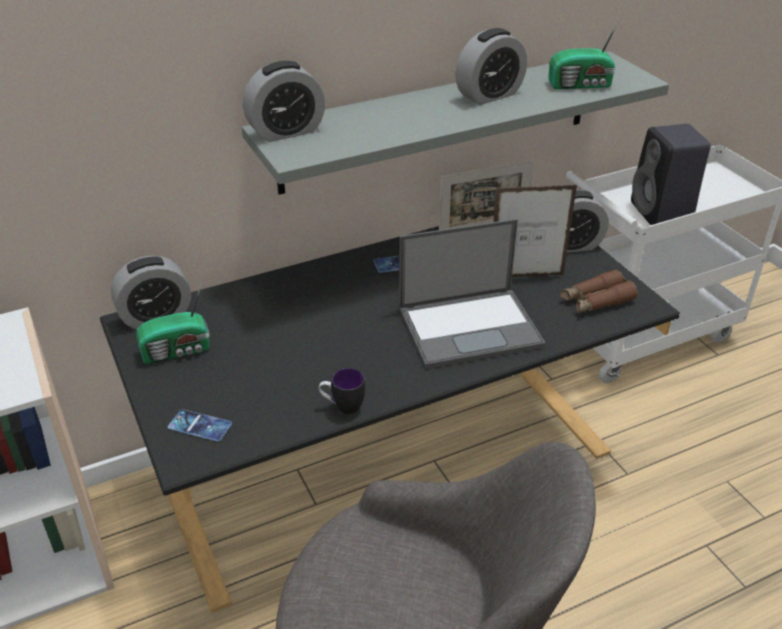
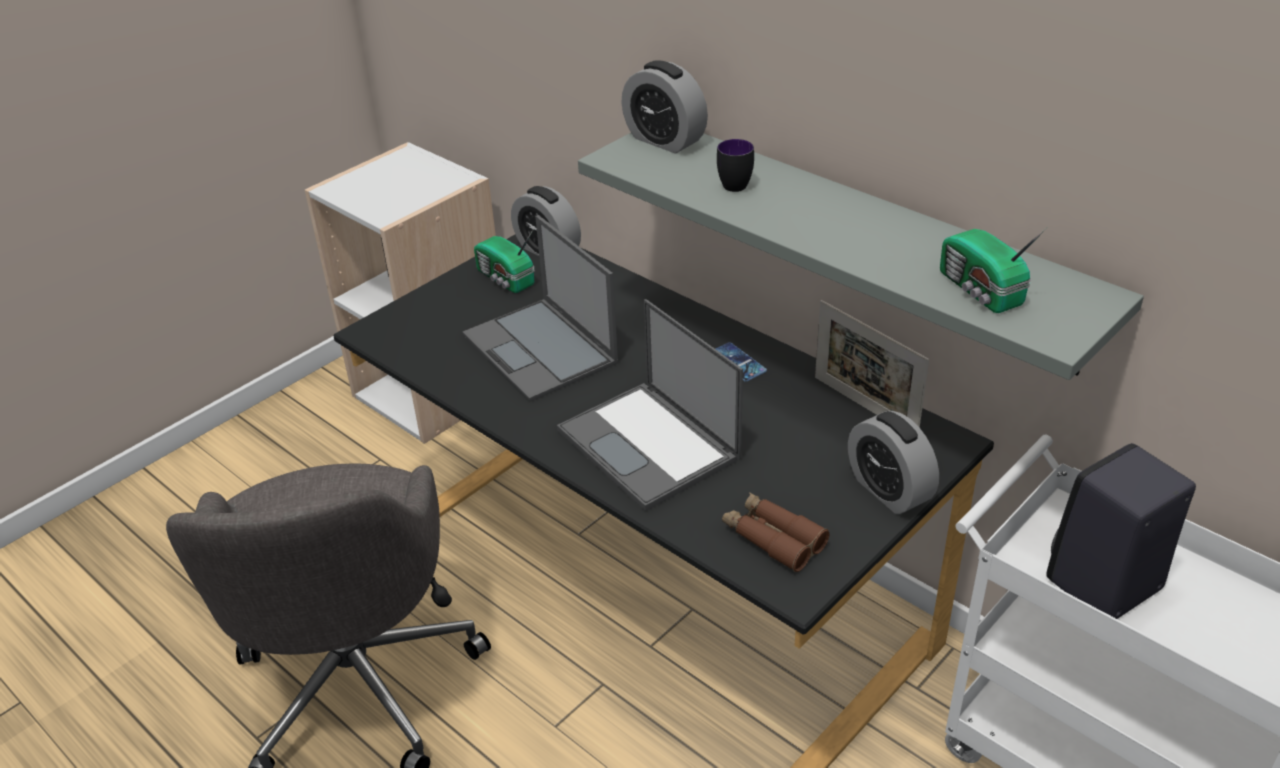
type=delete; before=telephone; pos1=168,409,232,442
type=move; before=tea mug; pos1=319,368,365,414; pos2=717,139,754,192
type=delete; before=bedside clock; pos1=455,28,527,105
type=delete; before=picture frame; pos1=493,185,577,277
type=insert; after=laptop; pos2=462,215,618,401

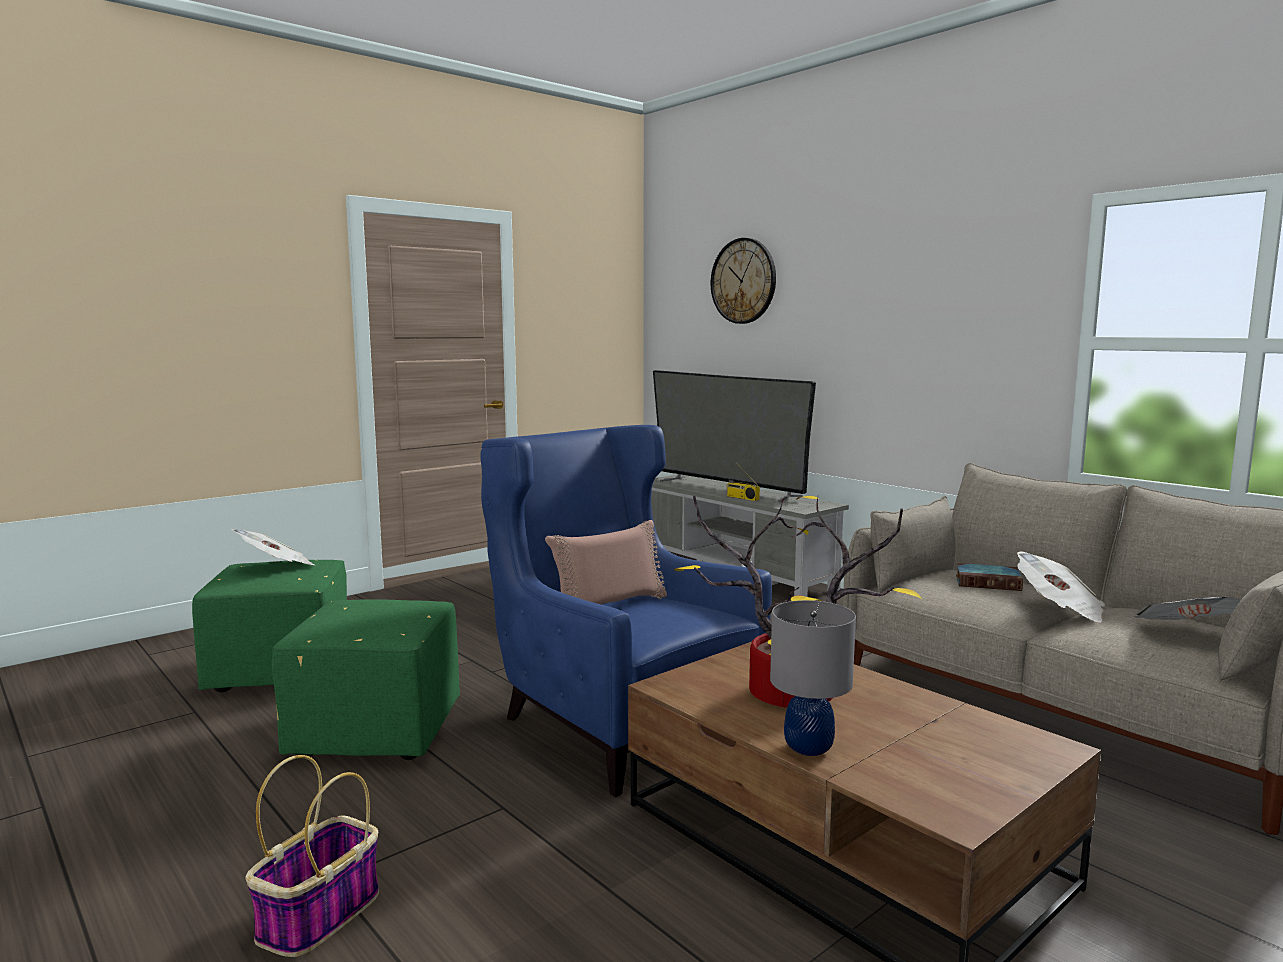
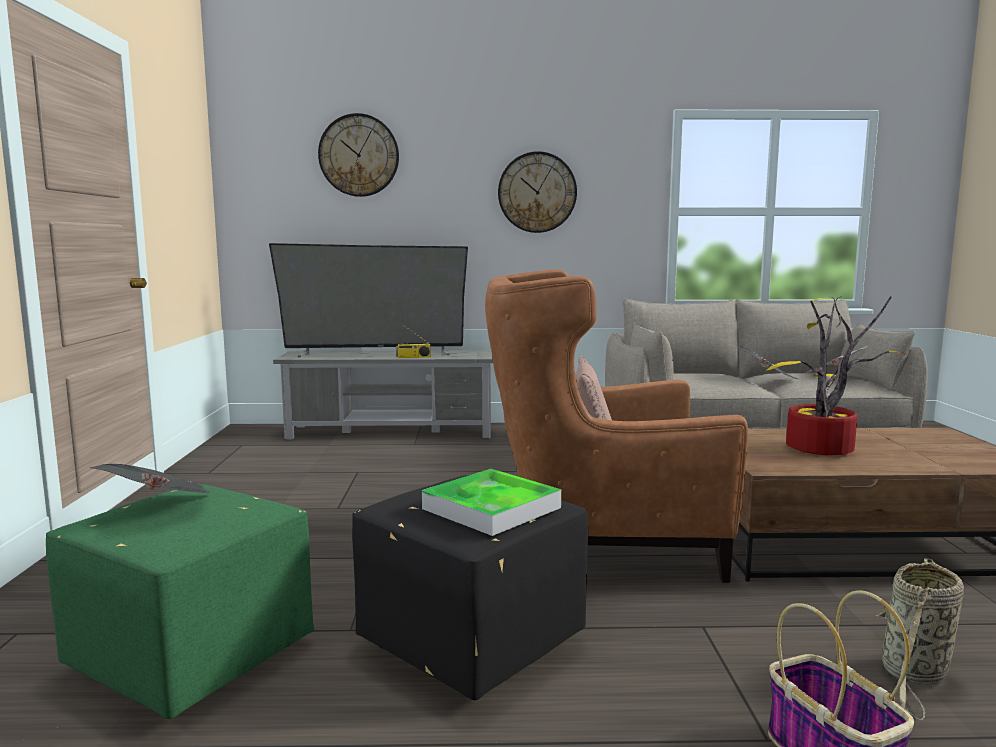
type=recolor; before=green-coloured pouffe; after=blackish pouffe; pos1=272,599,460,760; pos2=352,475,588,700
type=recolor; before=blue armchair; after=brown armchair; pos1=480,425,772,797; pos2=485,269,748,583
type=delete; before=grey table lamp; pos1=770,600,856,756
type=delete; before=book; pos1=956,563,1023,591
type=insert; after=serving tray; pos2=422,469,561,536
type=insert; after=clock on the wall; pos2=498,151,577,233
type=insert; after=household basket; pos2=875,558,964,720

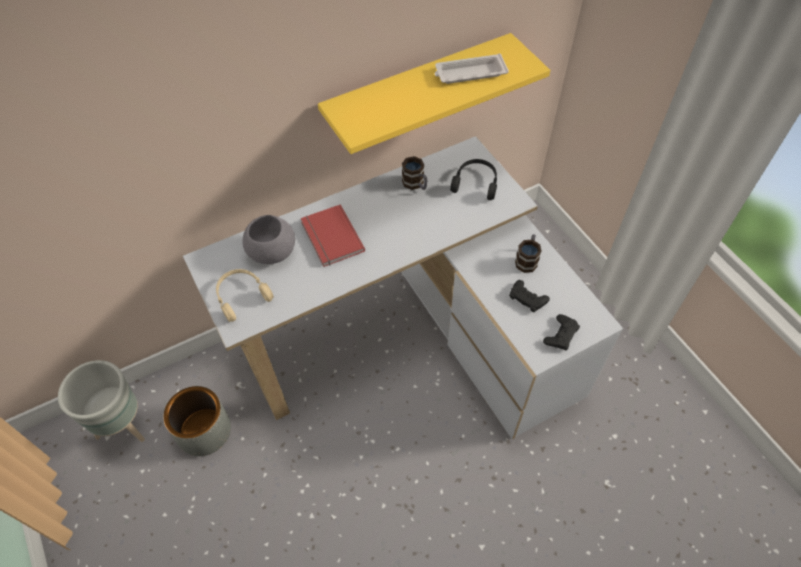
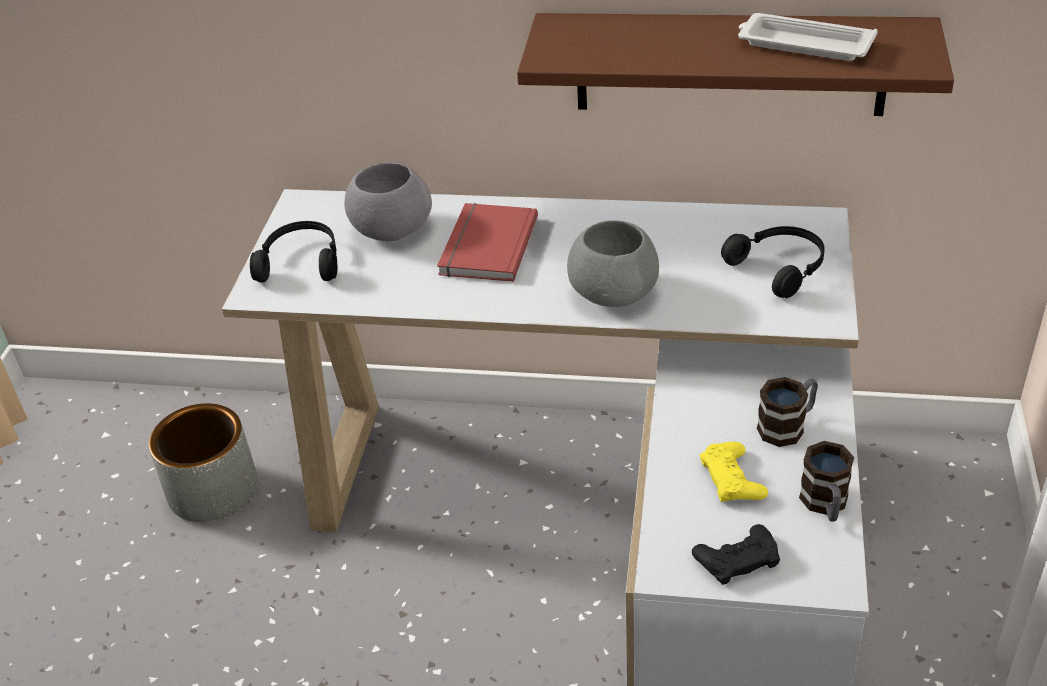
type=delete; before=grey planter; pos1=58,360,145,442
type=recolor; before=beige headset; after=blackish headset; pos1=216,269,274,322; pos2=250,221,337,282
type=recolor; before=yellowish wall shelf; after=brown wall shelf; pos1=318,33,550,154; pos2=517,13,954,116
type=move; before=tea mug; pos1=402,156,427,190; pos2=799,441,854,522
type=recolor; before=blackish joypad; after=yellowish joypad; pos1=509,280,550,312; pos2=700,442,768,502
type=insert; after=grey bowl; pos2=567,220,659,307

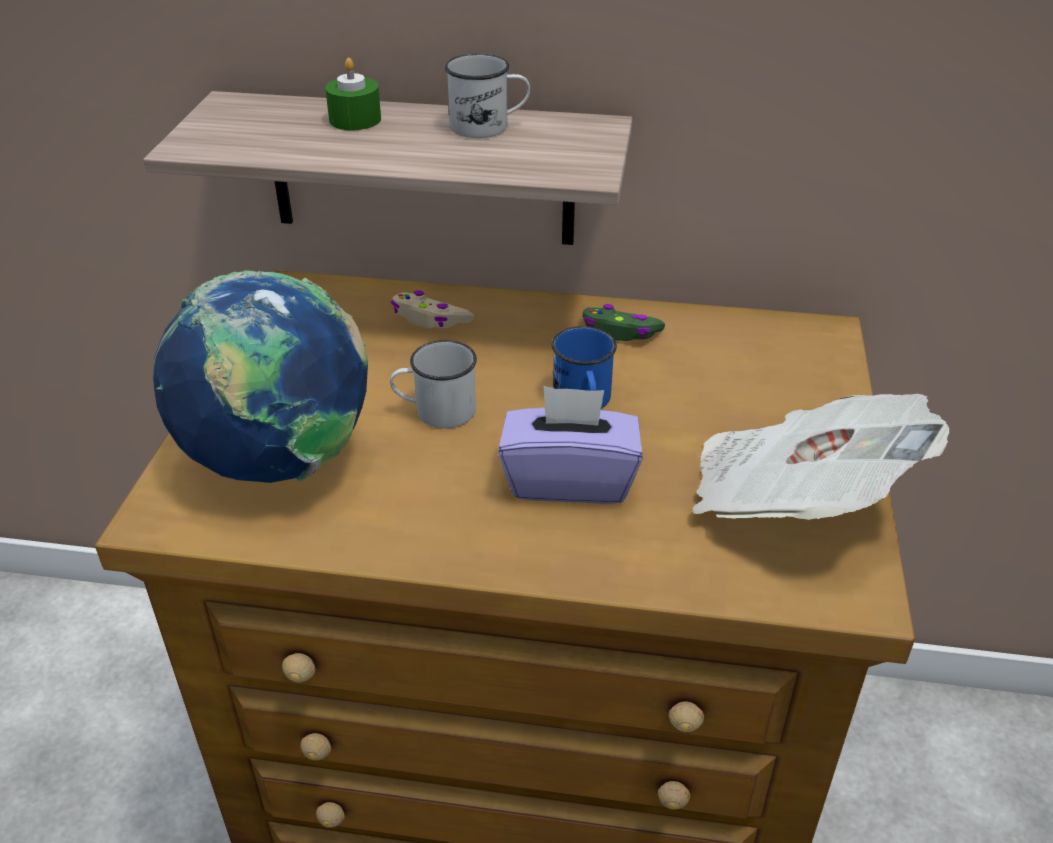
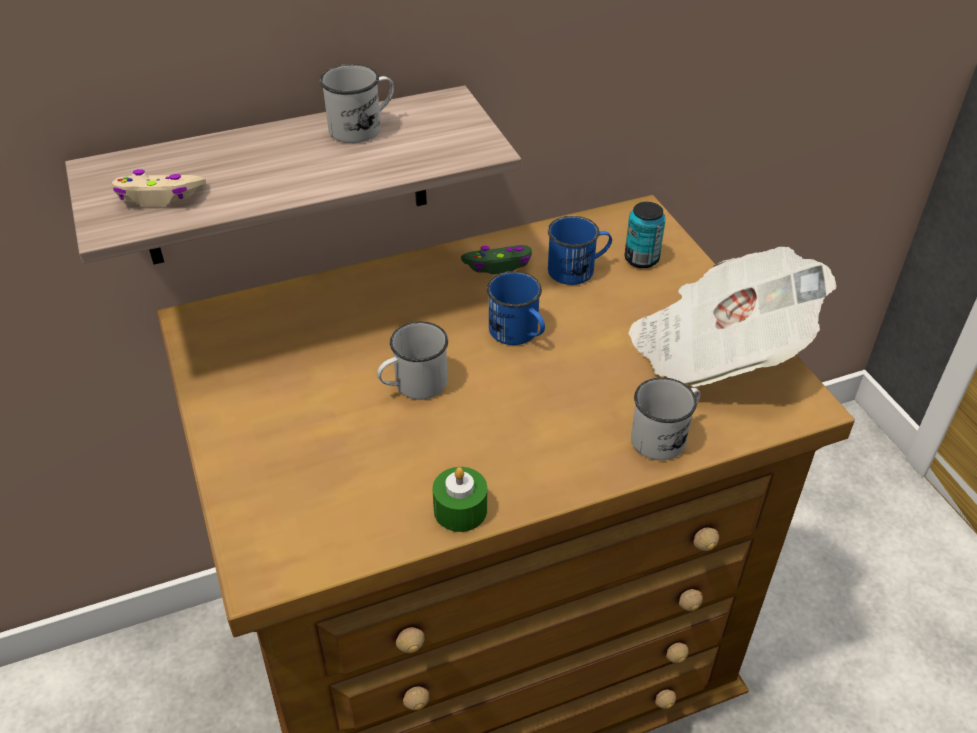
type=delete; before=world globe; pos1=153,270,368,483
type=move; before=green-coloured wax light; pos1=325,58,381,130; pos2=433,467,487,532
type=move; before=beige joypad; pos1=391,290,474,328; pos2=112,169,206,206
type=delete; before=purple tissue box; pos1=498,386,643,504
type=insert; after=blue tea mug; pos2=548,216,612,285
type=insert; after=sealed can; pos2=625,202,665,268
type=insert; after=white-coloured tea mug; pos2=631,377,701,460

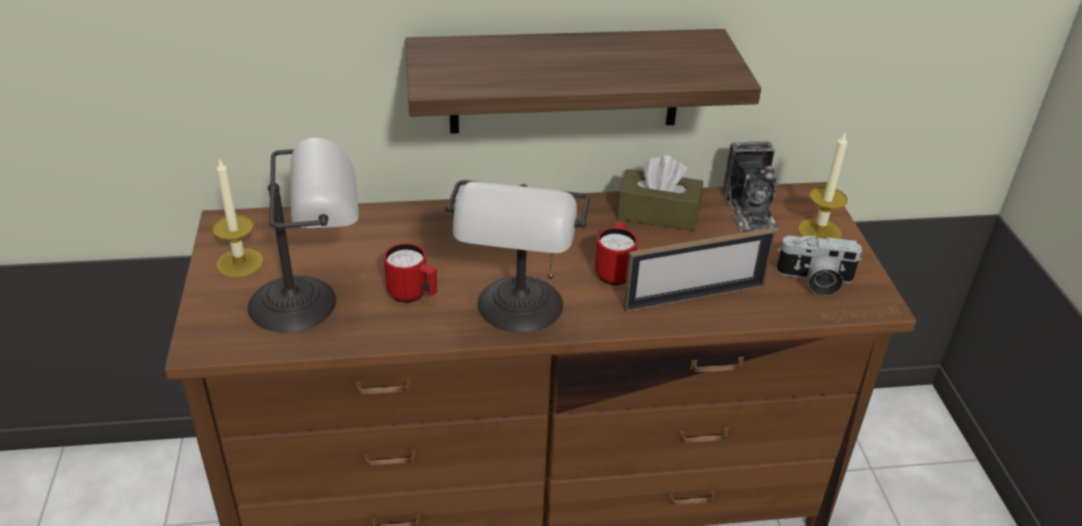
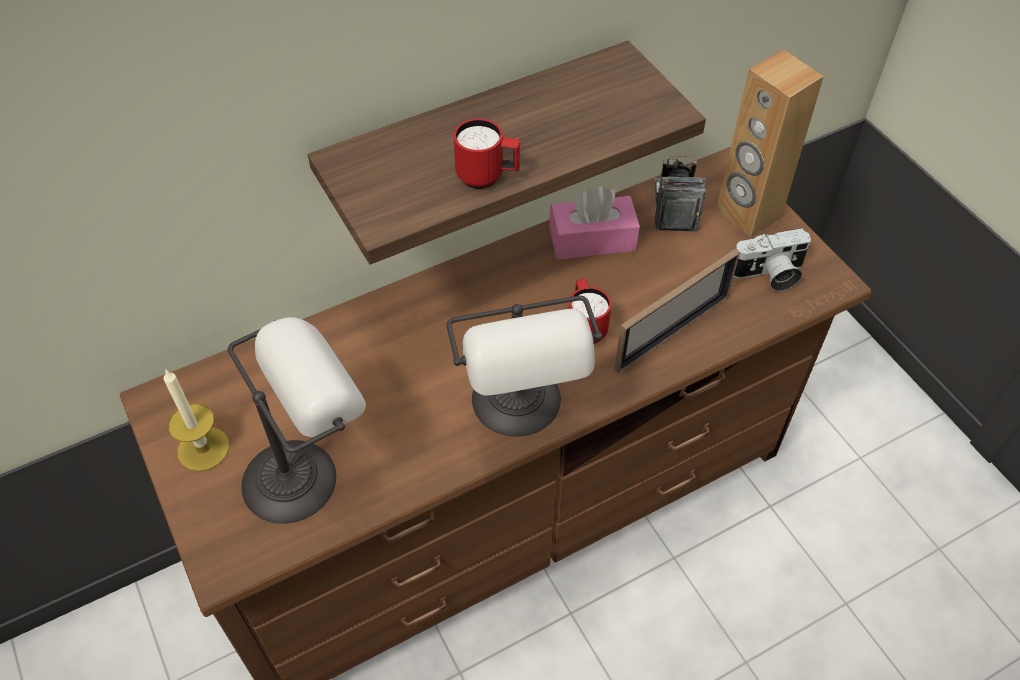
type=move; before=red-coloured tea mug; pos1=384,243,437,303; pos2=453,118,520,189
type=recolor; before=brown tissue box; after=pinkish tissue box; pos1=617,155,703,231; pos2=549,187,640,260
type=rotate; before=still camera; pos1=722,141,779,231; pos2=654,156,706,231; turn=-150
type=replace; before=wax light; after=brown audio speaker; pos1=798,133,848,239; pos2=717,50,824,236

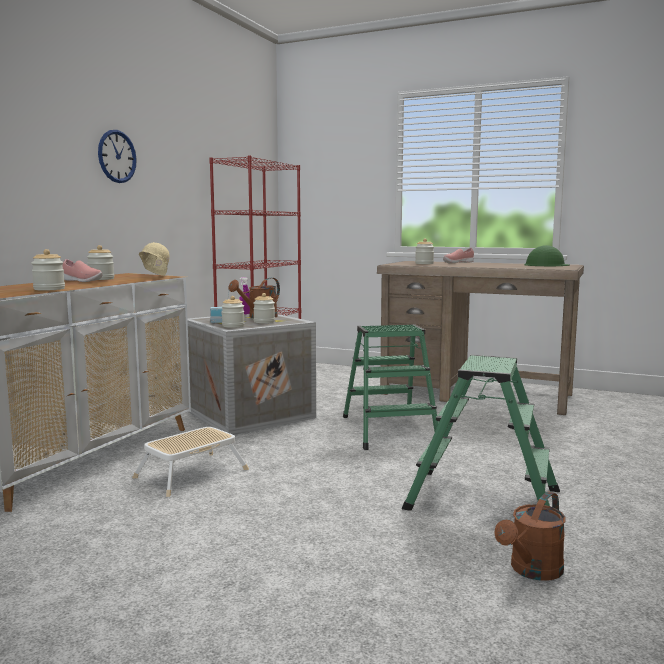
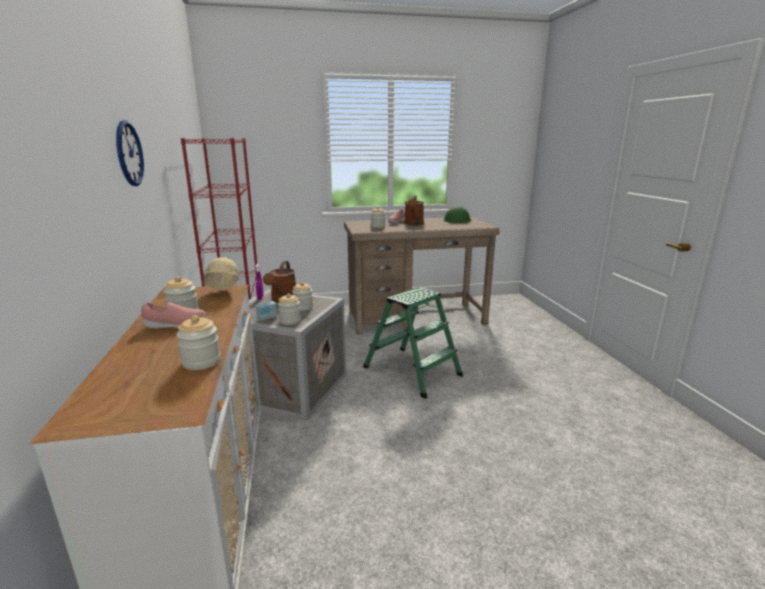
type=delete; before=beige step ladder; pos1=132,427,249,497
type=delete; before=green-coloured step ladder; pos1=402,354,560,510
type=move; before=brown watering pot; pos1=494,491,566,581; pos2=405,195,424,225

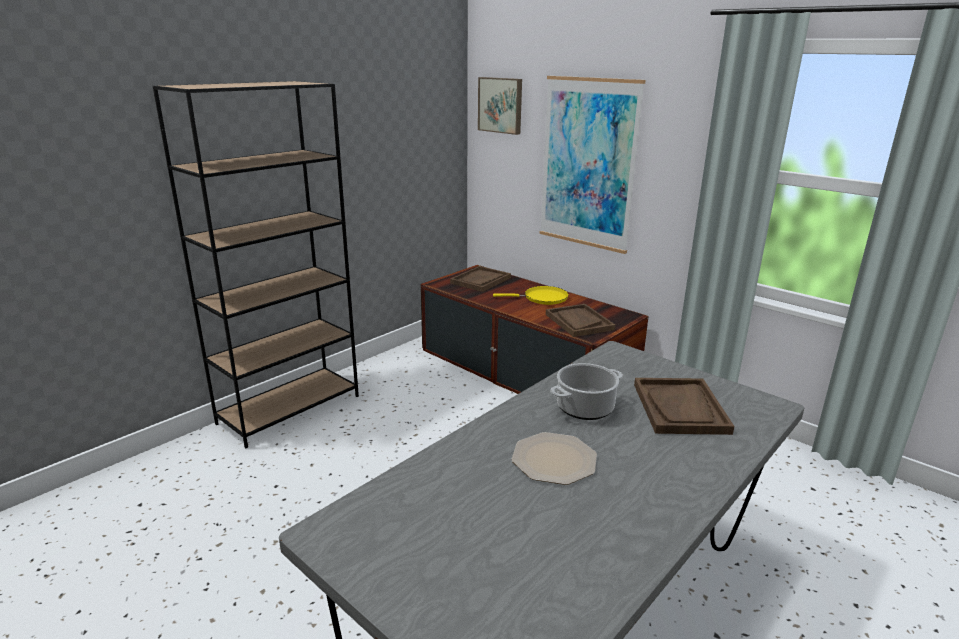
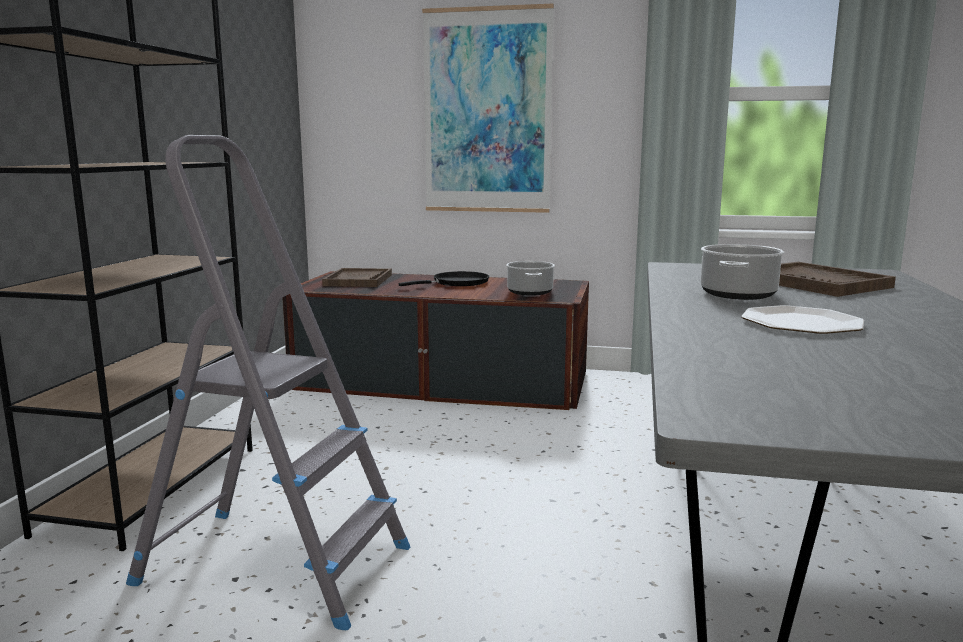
type=delete; before=wall picture; pos1=478,77,522,135
type=recolor; before=yellowish pan; after=blackish pan; pos1=493,286,568,305; pos2=399,271,489,286
type=replace; before=brown serving tray; after=cooking pot; pos1=546,304,616,337; pos2=506,261,555,296
type=insert; after=grey step ladder; pos2=126,135,410,630

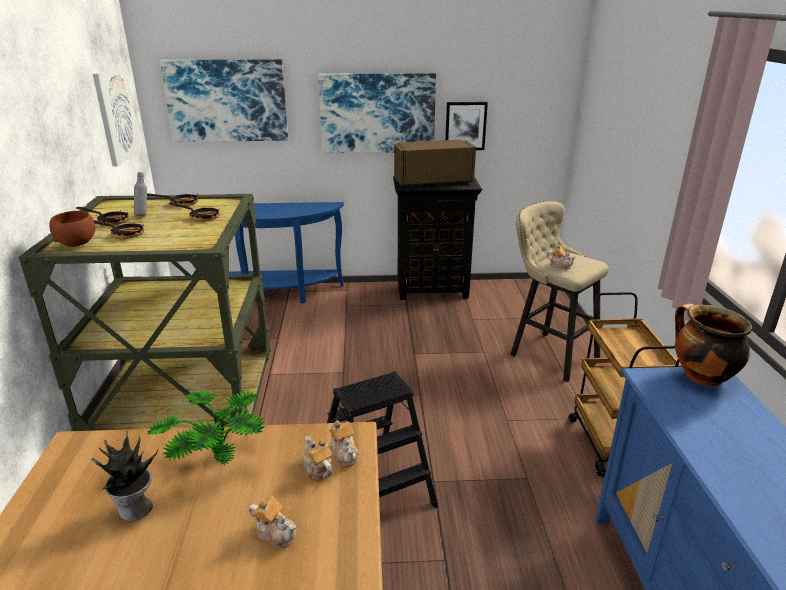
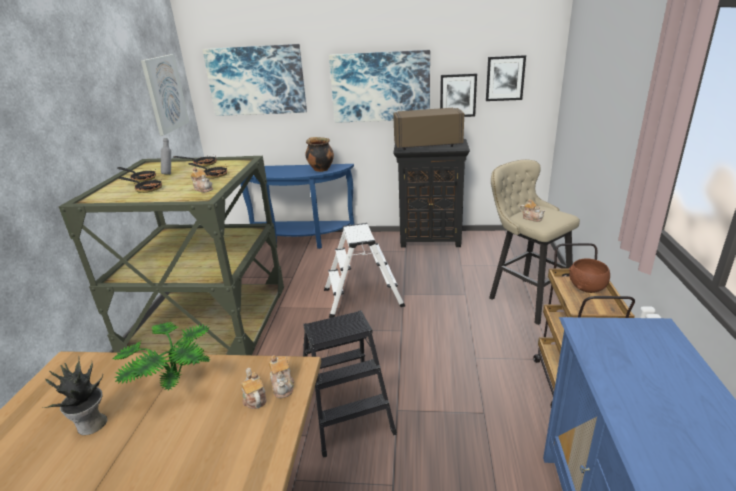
type=move; before=brown bowl; pos1=49,211,95,247; pos2=569,258,610,293
type=move; before=teapot; pos1=249,496,296,548; pos2=191,167,213,192
type=move; before=cooking pot; pos1=675,303,752,387; pos2=305,137,334,172
type=insert; after=white-coloured step ladder; pos2=324,223,405,318
type=insert; after=wall picture; pos2=486,55,526,101

